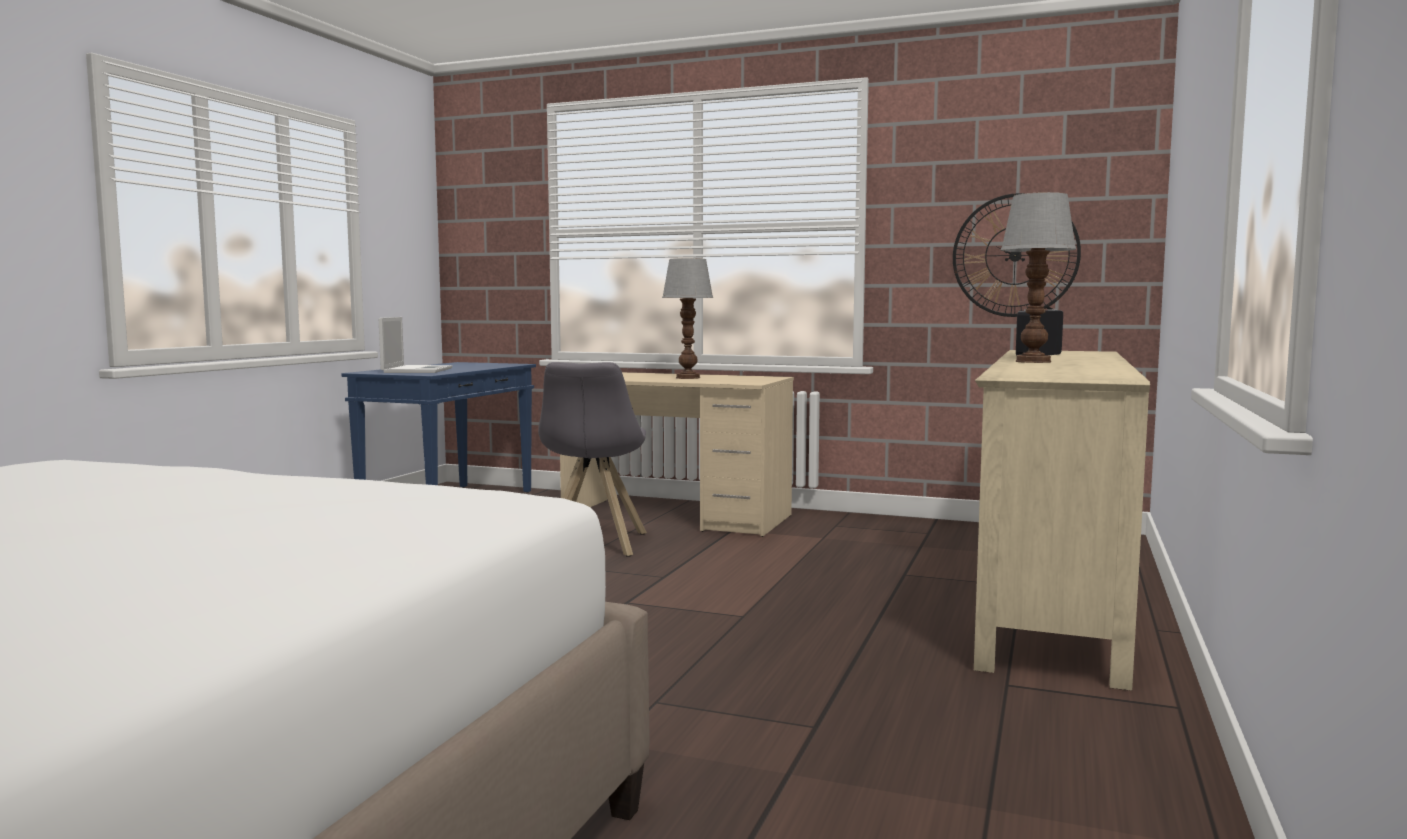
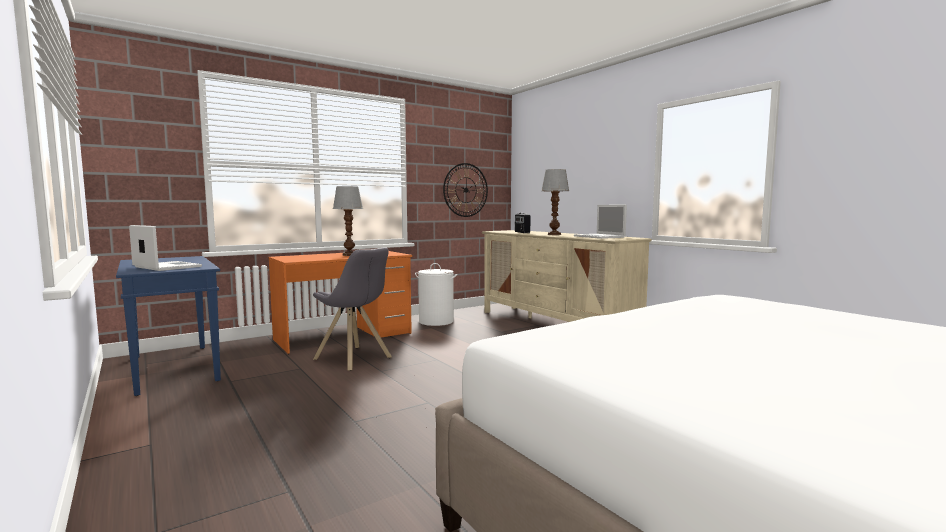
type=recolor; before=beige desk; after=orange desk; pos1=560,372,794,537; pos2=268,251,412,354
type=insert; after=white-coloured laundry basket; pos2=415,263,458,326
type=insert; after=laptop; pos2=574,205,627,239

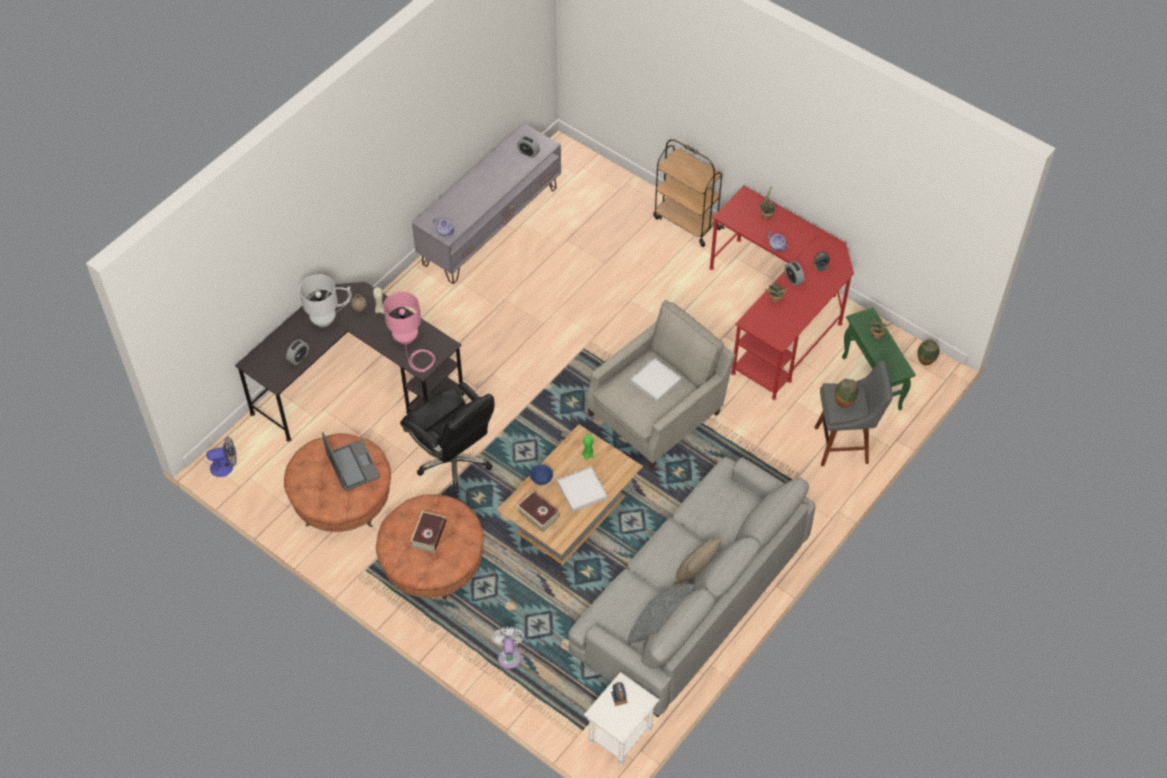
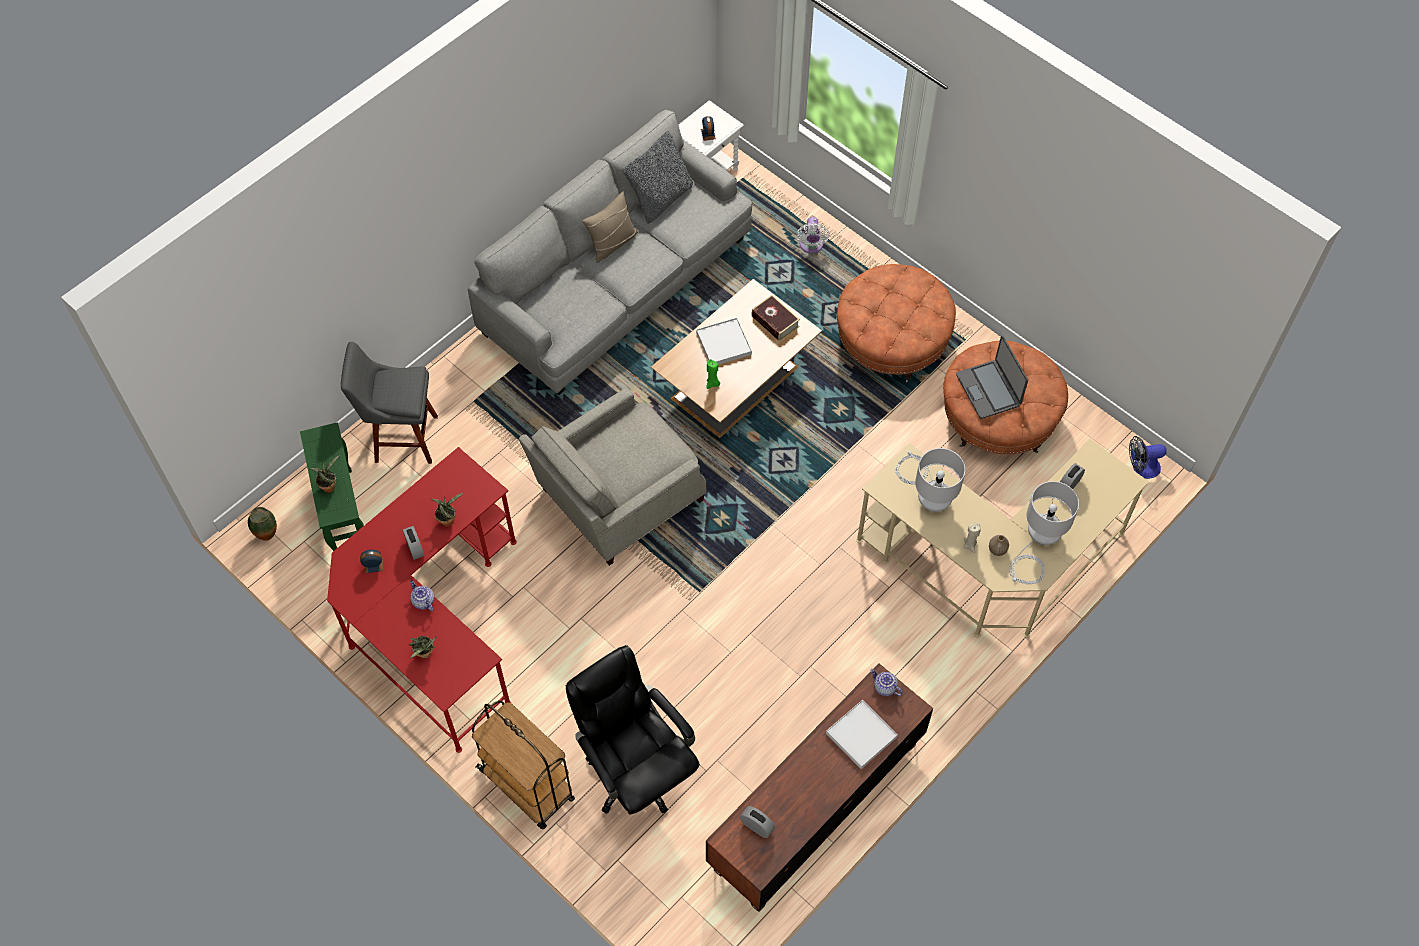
type=recolor; before=blackish desk; after=beige desk; pos1=235,282,465,442; pos2=856,439,1149,638
type=recolor; before=pinkish table lamp; after=grey table lamp; pos1=383,291,435,373; pos2=895,448,965,512
type=move; before=blackish computer chair; pos1=400,382,495,493; pos2=565,645,700,814
type=delete; before=book; pos1=410,511,446,553
type=recolor; before=grey tv unit; after=brown tv unit; pos1=412,123,561,284; pos2=706,663,933,912
type=delete; before=blue bowl; pos1=530,464,553,485
type=move; before=white-coloured serving tray; pos1=630,357,682,402; pos2=826,700,898,769
type=delete; before=vase; pos1=835,379,858,408

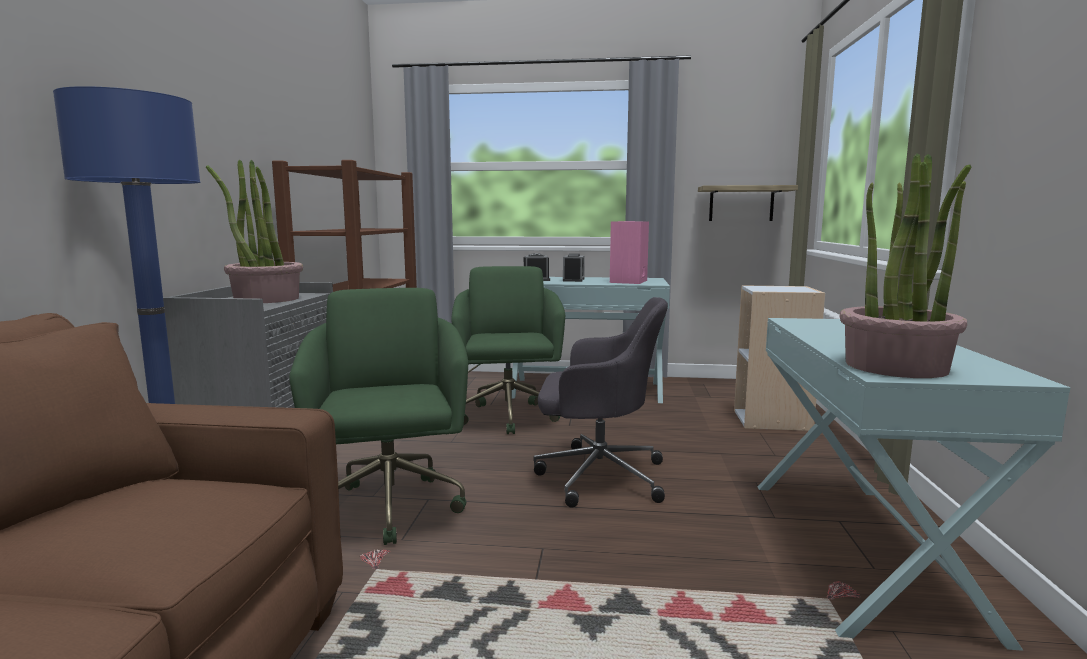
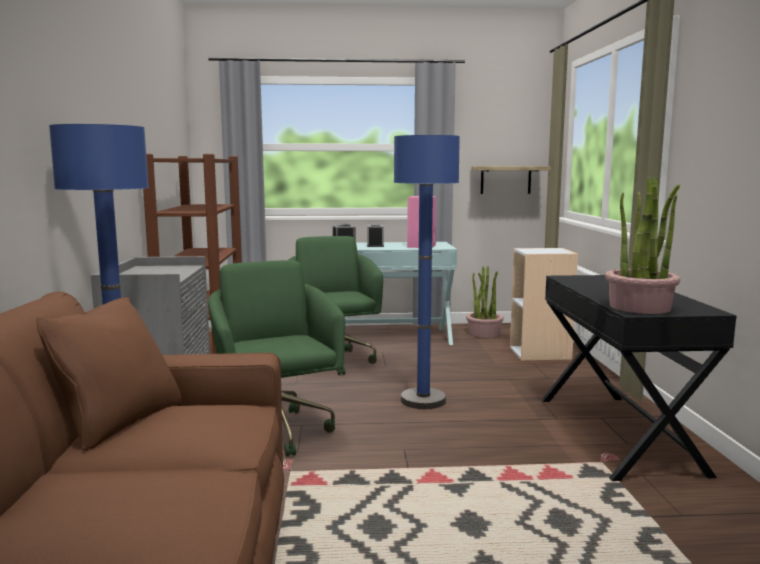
type=move; before=houseplant; pos1=206,160,303,303; pos2=466,266,503,338
type=replace; before=grey computer chair; after=blue standing lamp; pos1=534,297,668,508; pos2=394,135,460,409
type=recolor; before=turquoise desk; after=blackish desk; pos1=758,318,1070,651; pos2=541,275,737,481

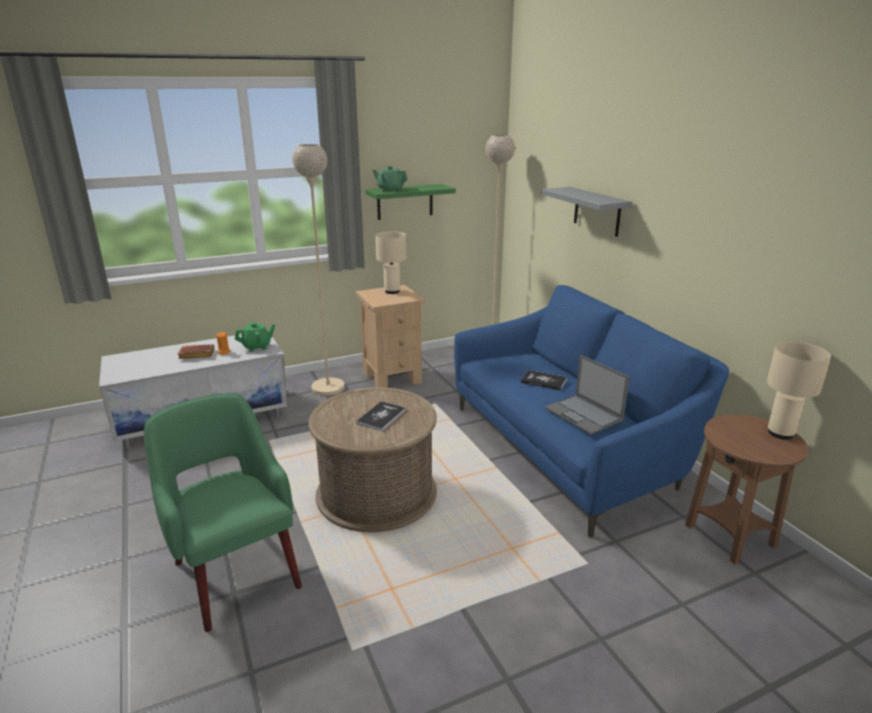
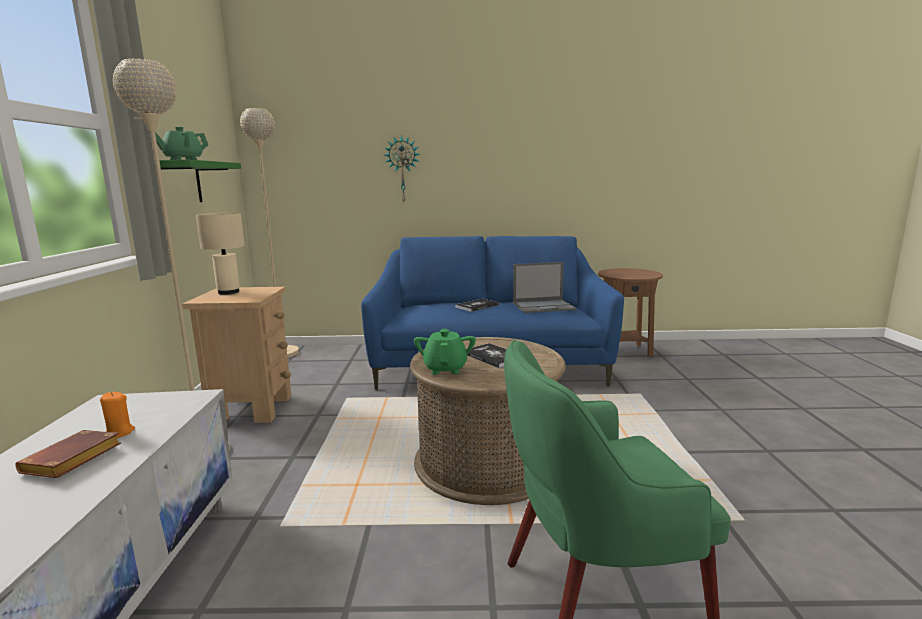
type=move; before=green-coloured teapot; pos1=235,322,275,351; pos2=414,329,476,375
type=replace; before=grey wall shelf; after=clock on the wall; pos1=541,187,632,237; pos2=384,135,420,202
type=delete; before=beige table lamp; pos1=767,342,831,440

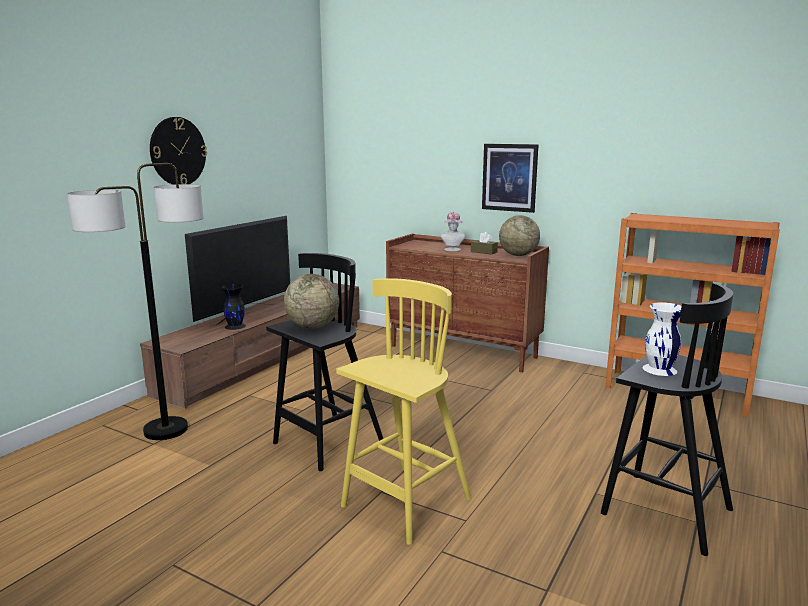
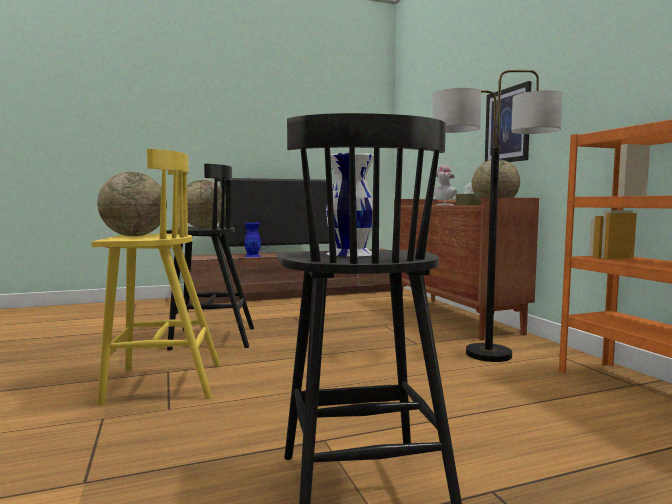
type=move; before=standing lamp; pos1=67,163,204,440; pos2=432,70,563,362
type=delete; before=clock on the wall; pos1=150,117,207,185
type=recolor; before=blackish vase; after=blue vase; pos1=222,284,246,330; pos2=244,223,261,257
type=insert; after=world globe; pos2=97,172,167,236

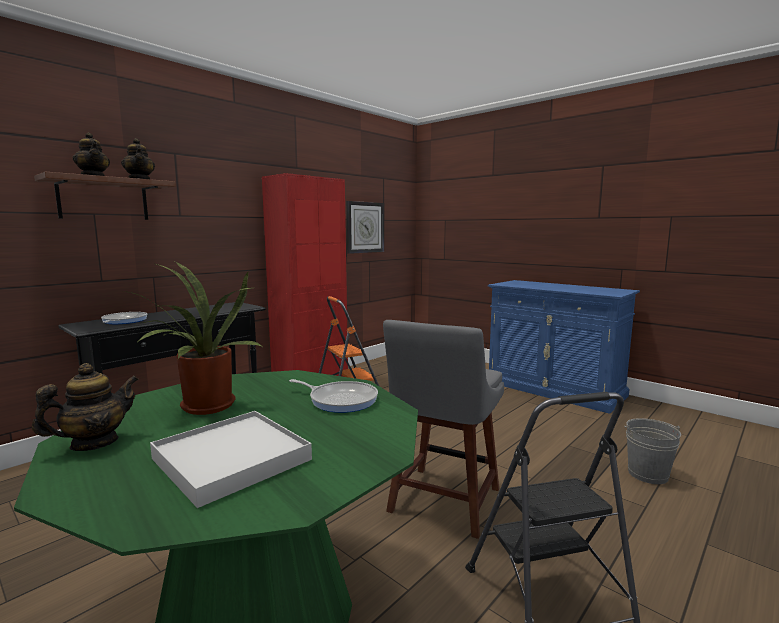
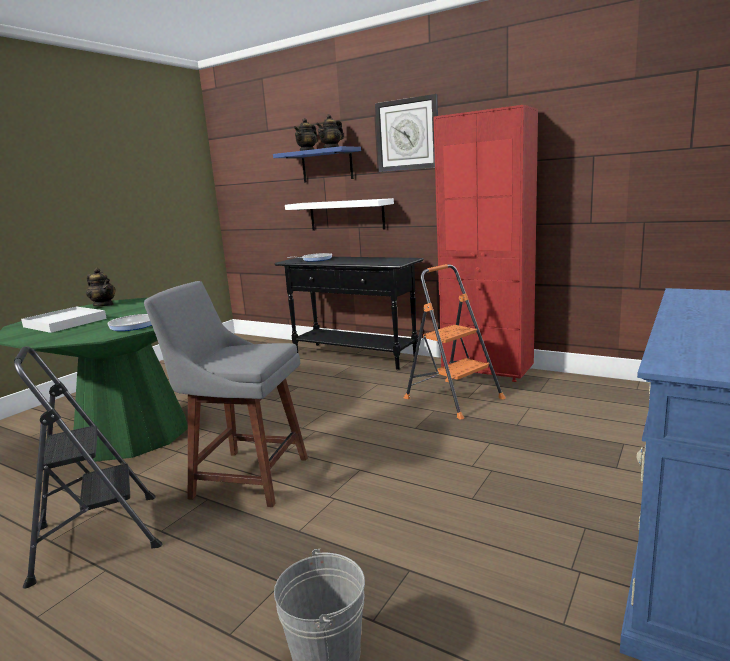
type=recolor; before=brown wall shelf; after=blue wall shelf; pos1=34,172,176,220; pos2=273,146,361,183
type=delete; before=houseplant; pos1=123,262,261,415
type=move; before=clock on the wall; pos1=346,201,384,254; pos2=375,94,438,172
type=insert; after=white-coloured wall shelf; pos2=285,198,394,231

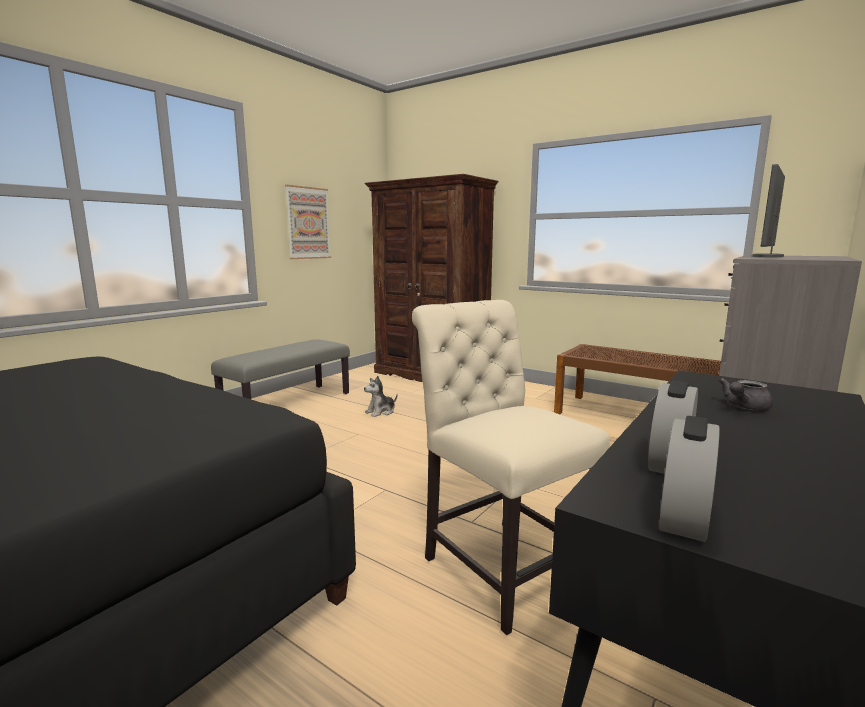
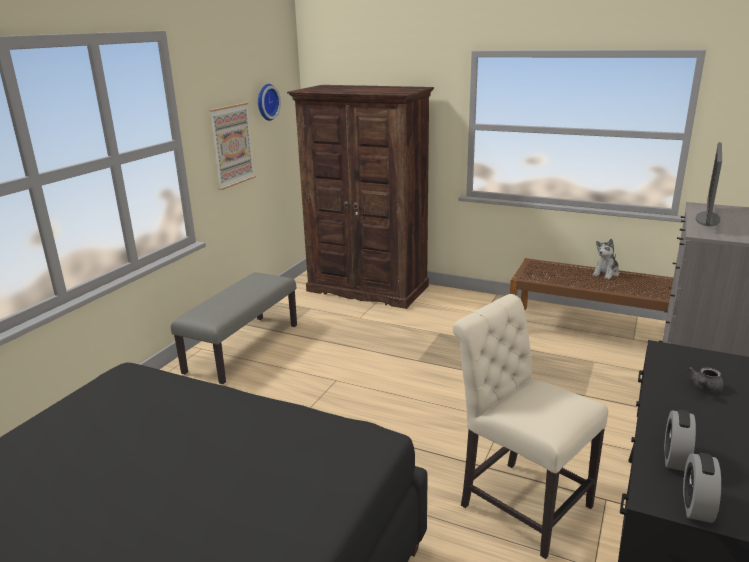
type=move; before=cuddly toy; pos1=364,376,398,417; pos2=593,239,619,279
type=insert; after=clock on the wall; pos2=258,84,281,121

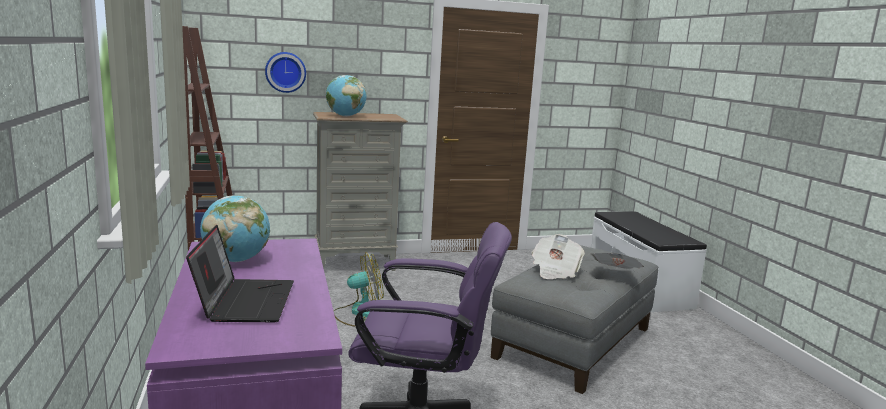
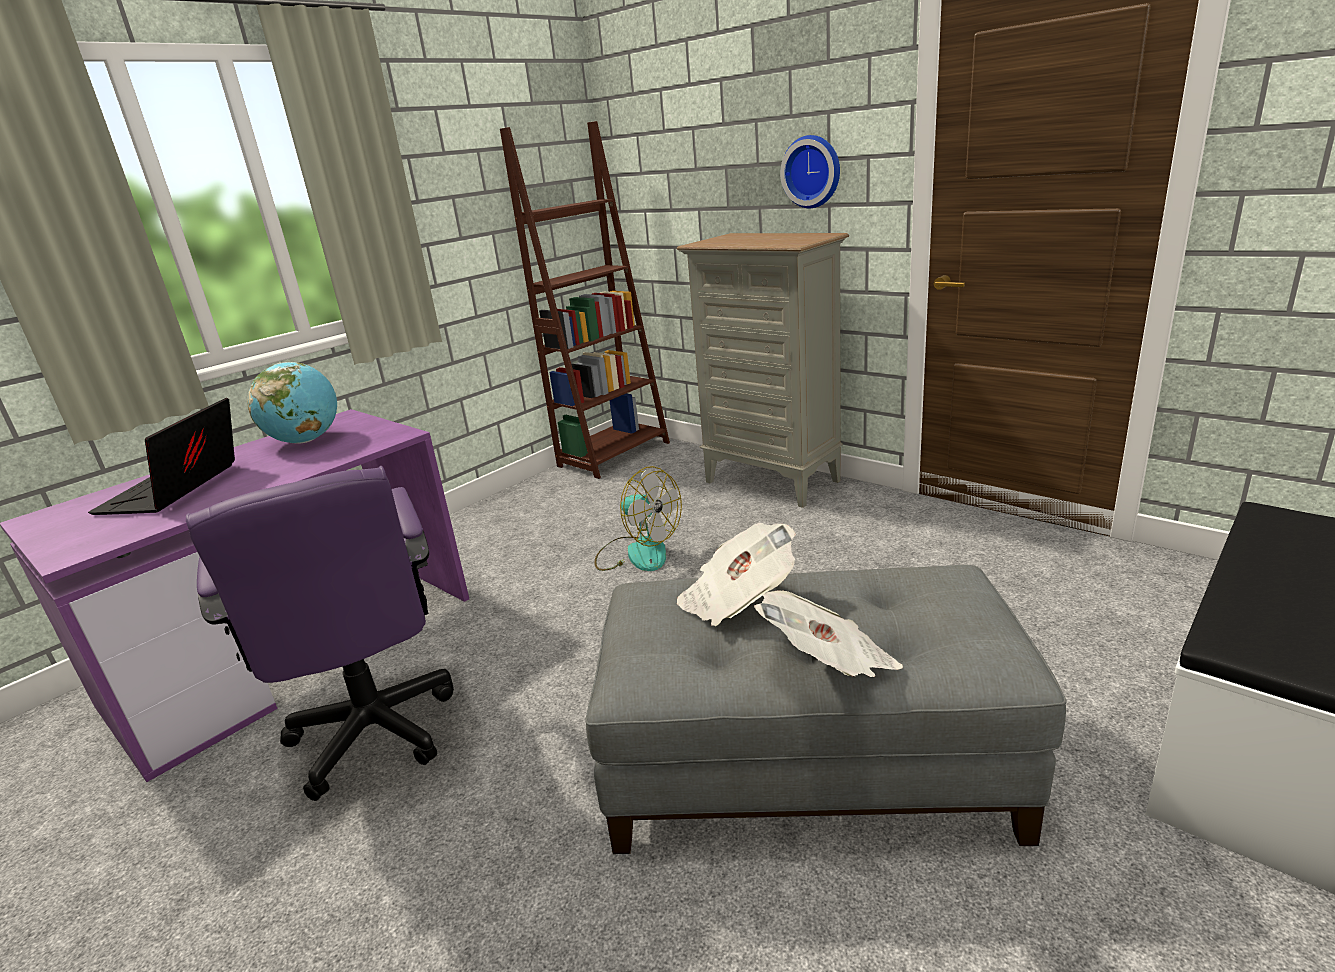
type=rotate; before=laptop; pos1=186,225,294,322; pos2=88,398,235,515; turn=135
type=move; before=clock on the wall; pos1=265,52,306,93; pos2=780,135,840,208
type=delete; before=world globe; pos1=326,75,366,117

